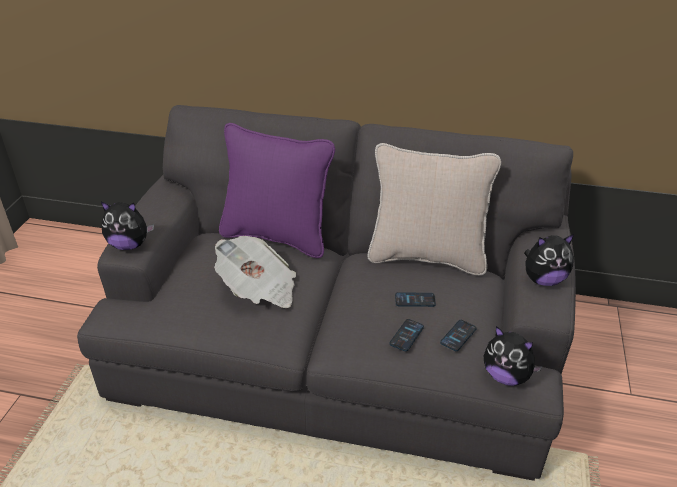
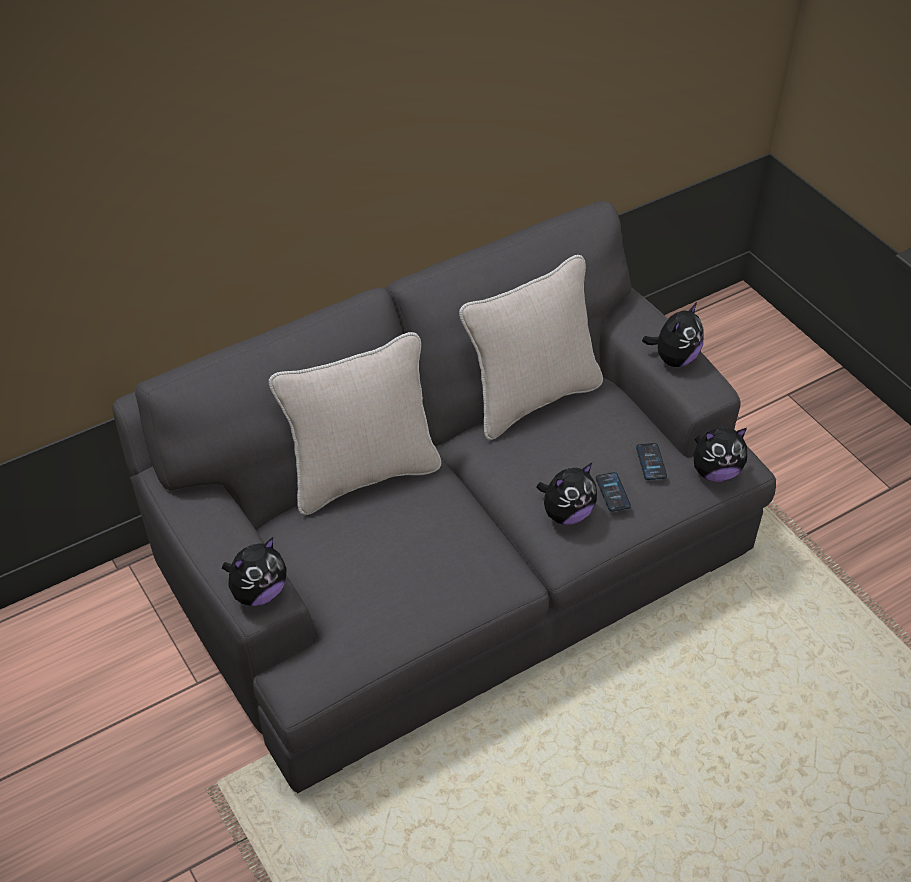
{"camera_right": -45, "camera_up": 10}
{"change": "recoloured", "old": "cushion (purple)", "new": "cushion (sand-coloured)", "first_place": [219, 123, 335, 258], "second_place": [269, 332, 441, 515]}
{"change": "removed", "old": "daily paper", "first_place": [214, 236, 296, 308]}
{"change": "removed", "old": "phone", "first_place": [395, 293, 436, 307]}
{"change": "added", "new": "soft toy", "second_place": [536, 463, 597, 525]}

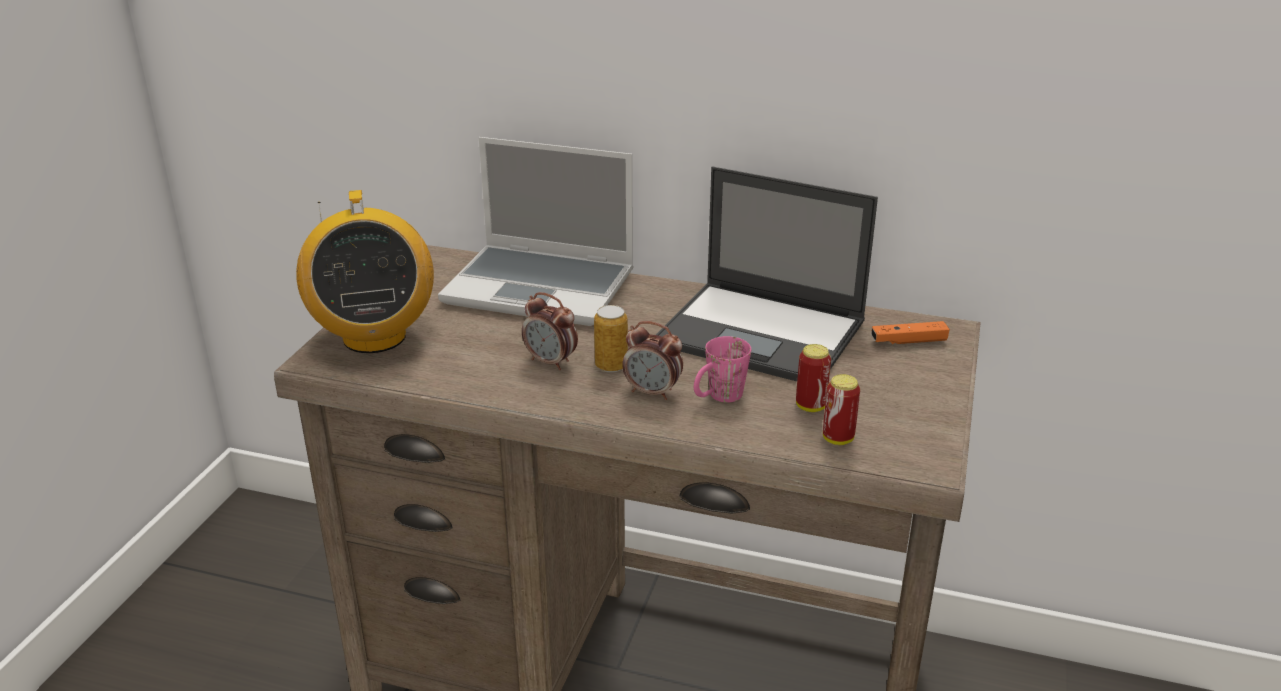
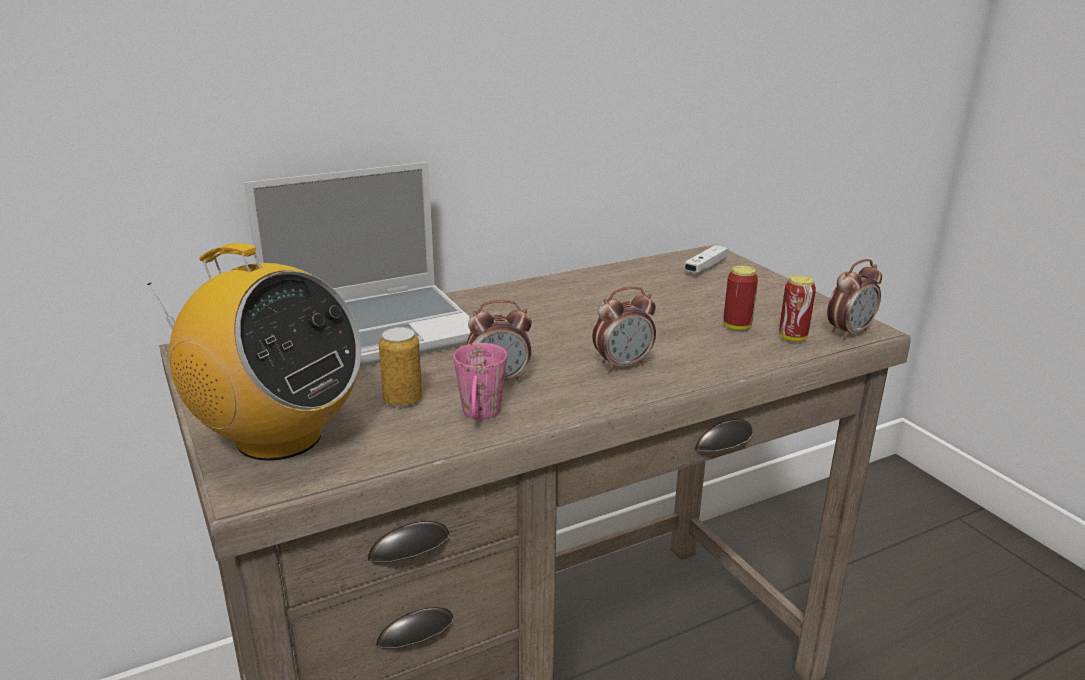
{"camera_right": -45, "camera_up": -5}
{"change": "removed", "old": "laptop", "first_place": [656, 166, 878, 381]}
{"change": "moved", "old": "sealed can", "first_place": [594, 305, 628, 372], "second_place": [379, 327, 422, 407]}
{"change": "recoloured", "old": "joypad (orangey)", "new": "joypad (whitish)", "first_place": [871, 321, 950, 344], "second_place": [684, 245, 728, 273]}
{"change": "moved", "old": "tea mug (pink)", "first_place": [694, 336, 751, 403], "second_place": [453, 343, 507, 420]}
{"change": "added", "new": "alarm clock", "second_place": [827, 259, 882, 339]}

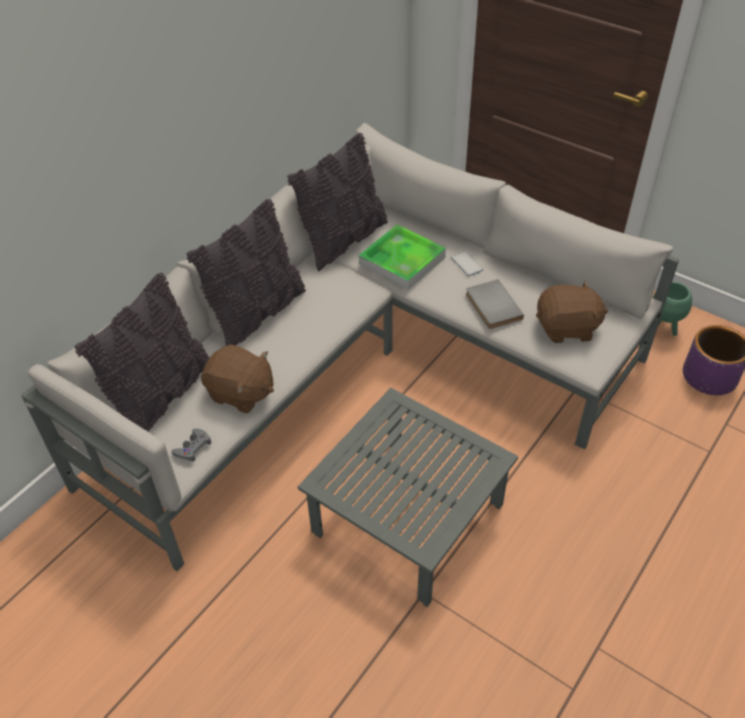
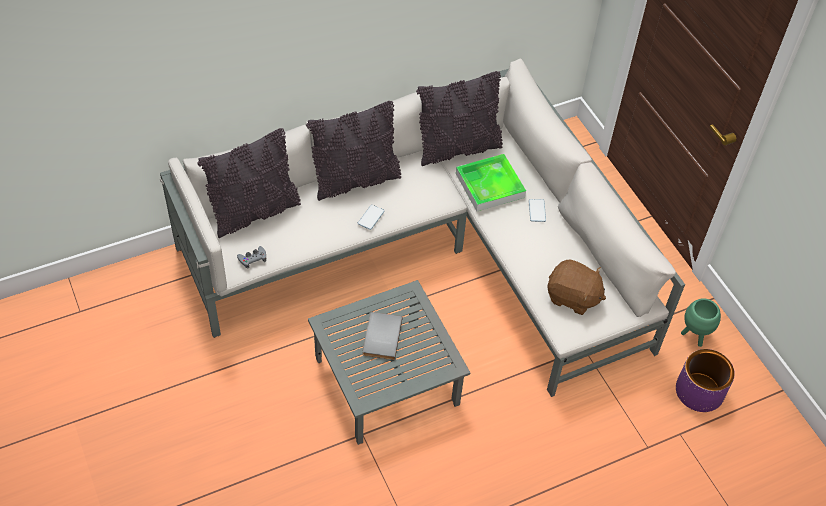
{"camera_right": 25, "camera_up": 5}
{"change": "moved", "old": "volume (grey)", "first_place": [466, 280, 524, 329], "second_place": [363, 312, 402, 360]}
{"change": "removed", "old": "soft toy (brownish)", "first_place": [201, 344, 274, 414]}
{"change": "added", "new": "phone", "second_place": [358, 205, 384, 230]}

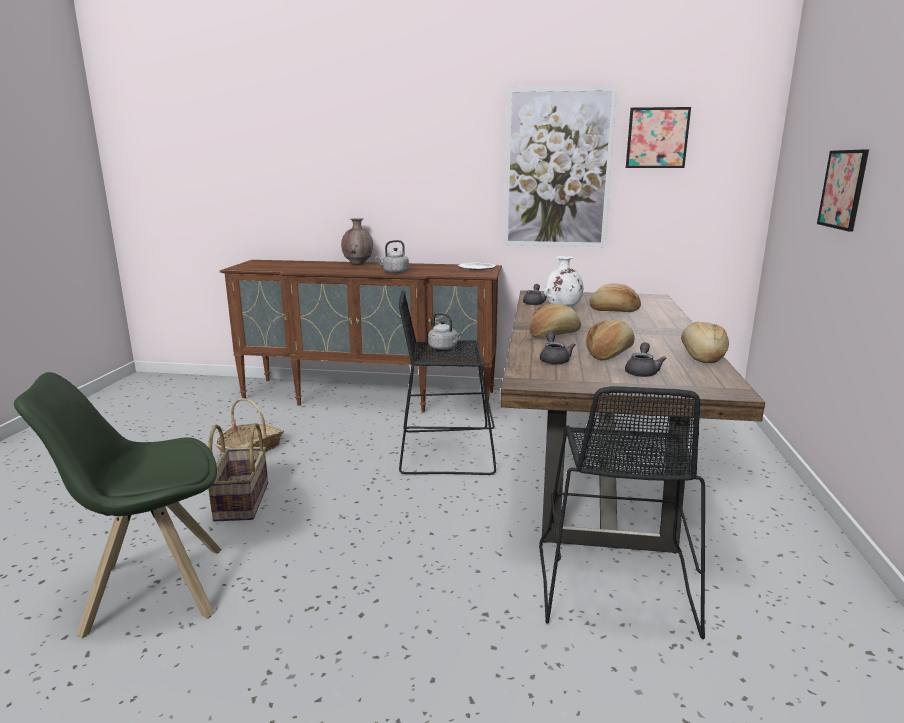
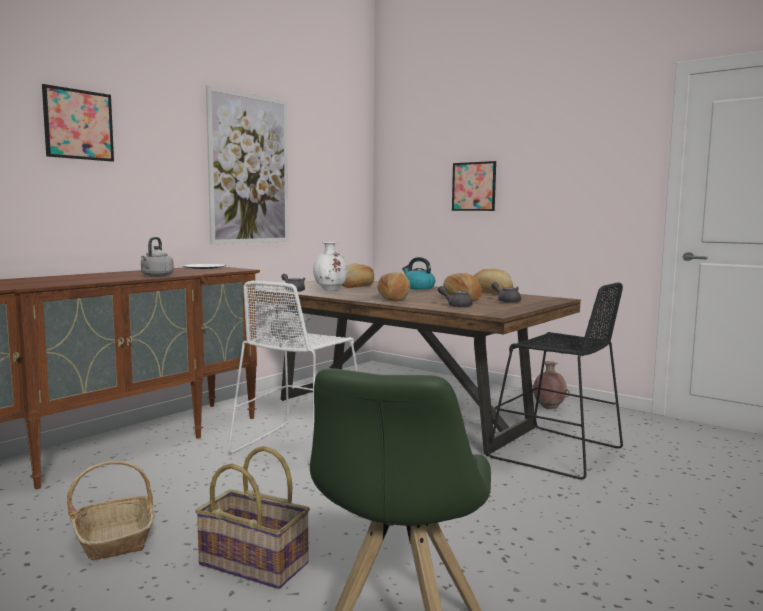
{"camera_right": -60, "camera_up": -10}
{"change": "moved", "old": "wall art", "first_place": [626, 107, 691, 168], "second_place": [42, 84, 114, 162]}
{"change": "moved", "old": "flower vase (brownish)", "first_place": [341, 218, 373, 264], "second_place": [532, 361, 570, 409]}
{"change": "recoloured", "old": "stool seat (black)", "new": "stool seat (whitish)", "first_place": [399, 290, 496, 475], "second_place": [228, 281, 358, 454]}
{"change": "added", "new": "kettle", "second_place": [402, 257, 435, 290]}

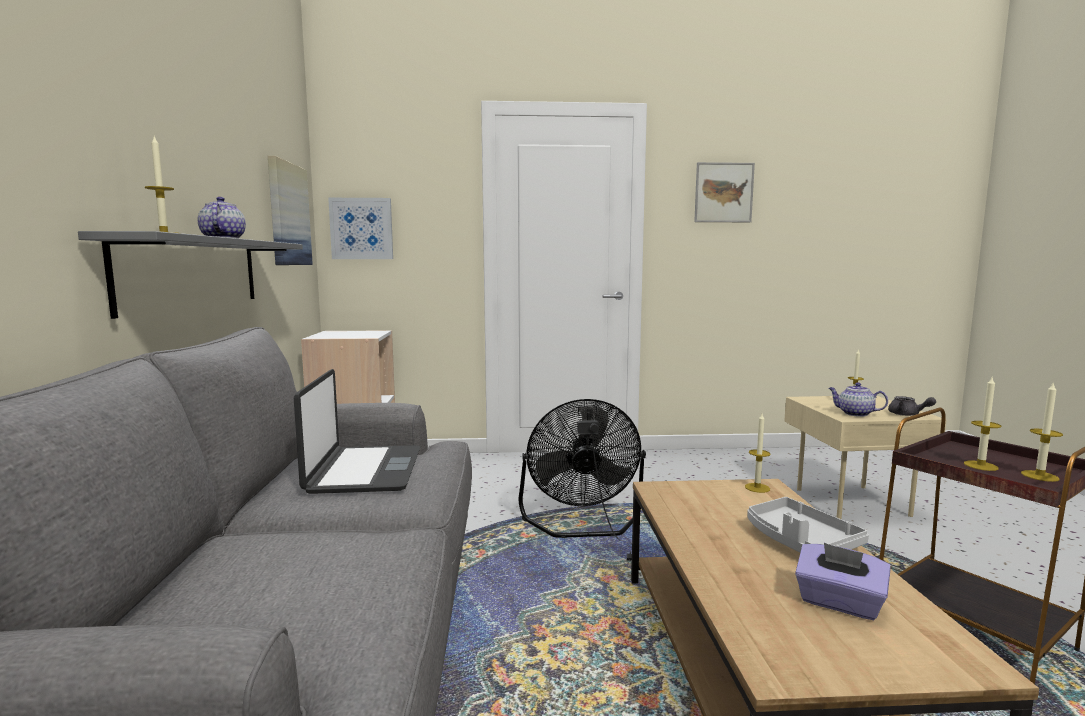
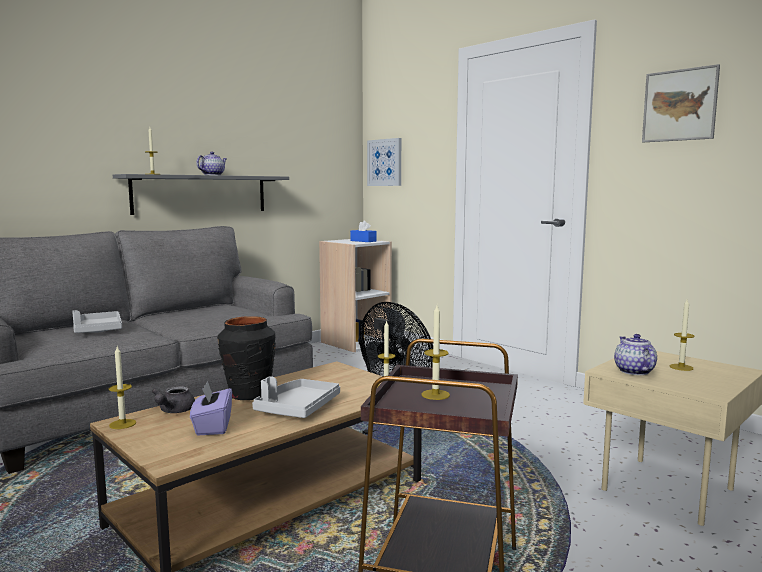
{"camera_right": 50, "camera_up": 0}
{"change": "removed", "old": "wall art", "first_place": [268, 156, 313, 265]}
{"change": "removed", "old": "laptop", "first_place": [294, 369, 420, 494]}
{"change": "moved", "old": "wax light", "first_place": [1021, 382, 1063, 482], "second_place": [109, 347, 136, 429]}
{"change": "moved", "old": "pot for tea (grey)", "first_place": [888, 396, 936, 416], "second_place": [152, 386, 195, 413]}
{"change": "added", "new": "box of tissues (blue)", "second_place": [350, 221, 376, 242]}
{"change": "added", "new": "carrying tray (grey)", "second_place": [73, 310, 122, 333]}
{"change": "added", "new": "flower vase (black)", "second_place": [217, 316, 276, 400]}

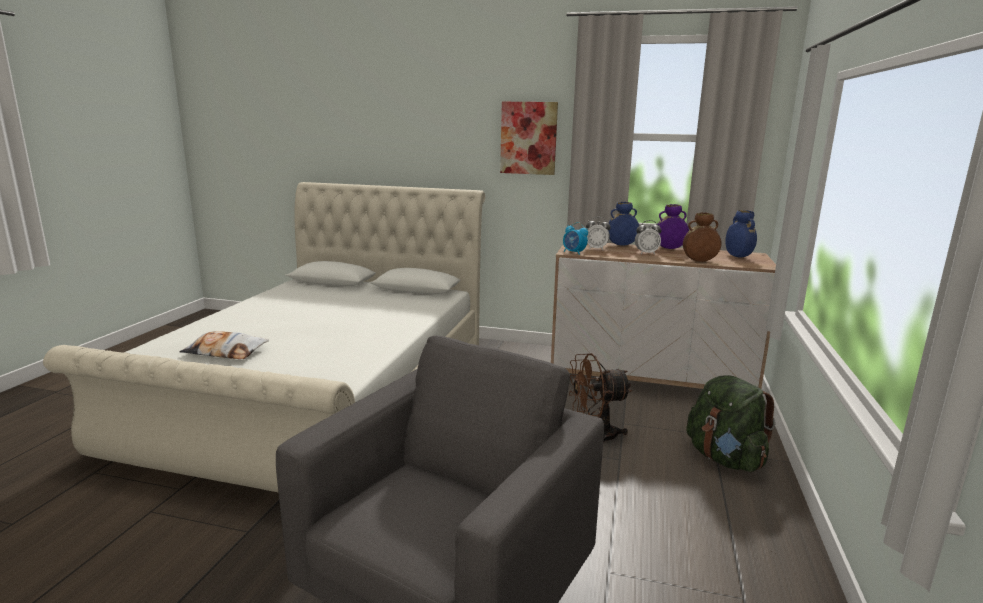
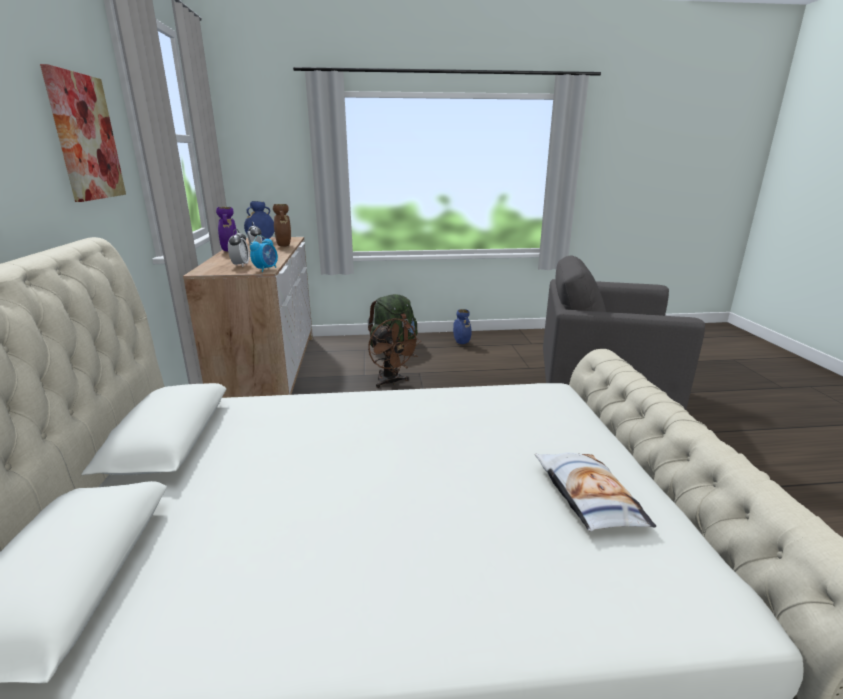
{"camera_right": -110, "camera_up": 5}
{"change": "moved", "old": "flower vase (blue)", "first_place": [608, 202, 639, 246], "second_place": [453, 309, 472, 344]}

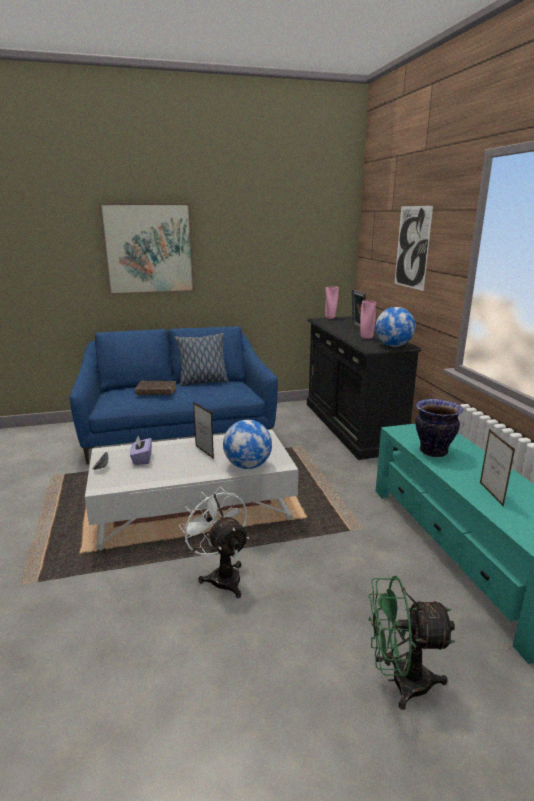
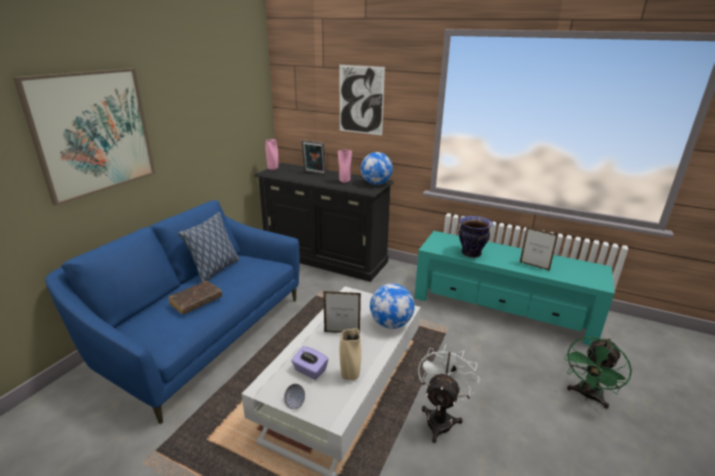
{"camera_right": -50, "camera_up": 5}
{"change": "turned", "old": "electric fan (whitish)", "first_place": [179, 487, 249, 598], "second_place": [418, 344, 480, 443], "degrees": 105}
{"change": "added", "new": "flower vase (sand-coloured)", "second_place": [340, 328, 361, 380]}

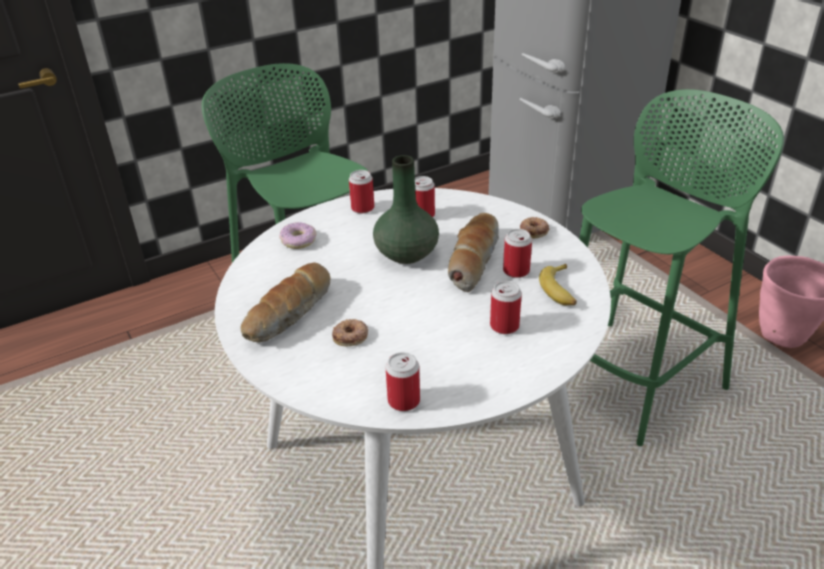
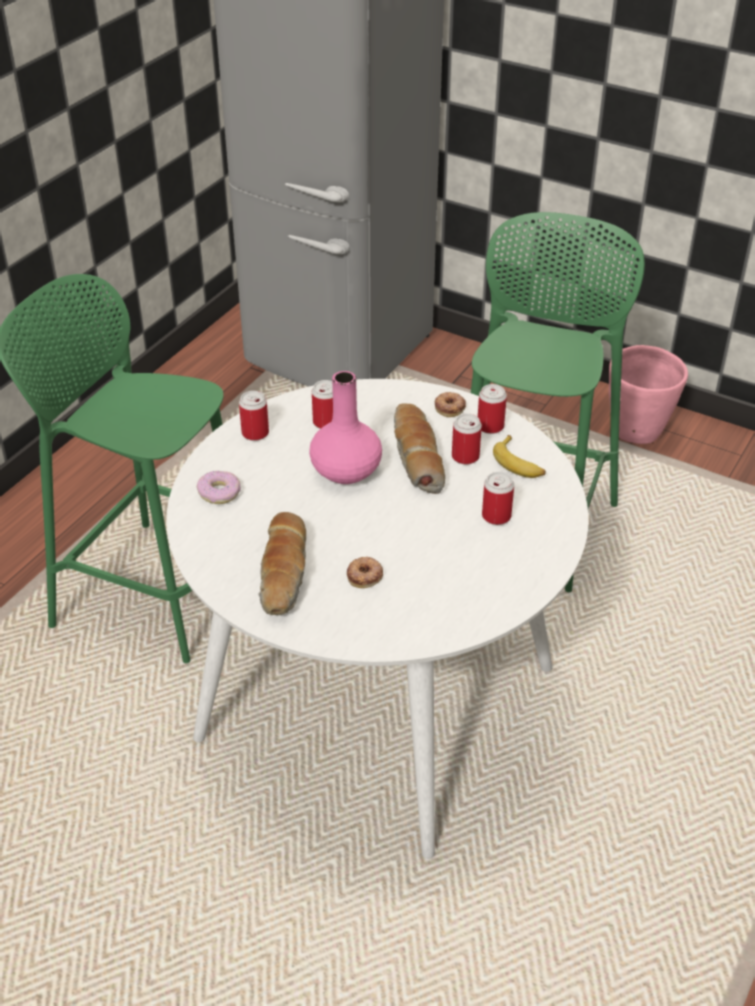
{"camera_right": -30, "camera_up": 5}
{"change": "recoloured", "old": "flower vase (green-coloured)", "new": "flower vase (pink)", "first_place": [373, 155, 439, 264], "second_place": [309, 371, 382, 484]}
{"change": "moved", "old": "sealed can", "first_place": [386, 352, 420, 411], "second_place": [478, 384, 507, 434]}

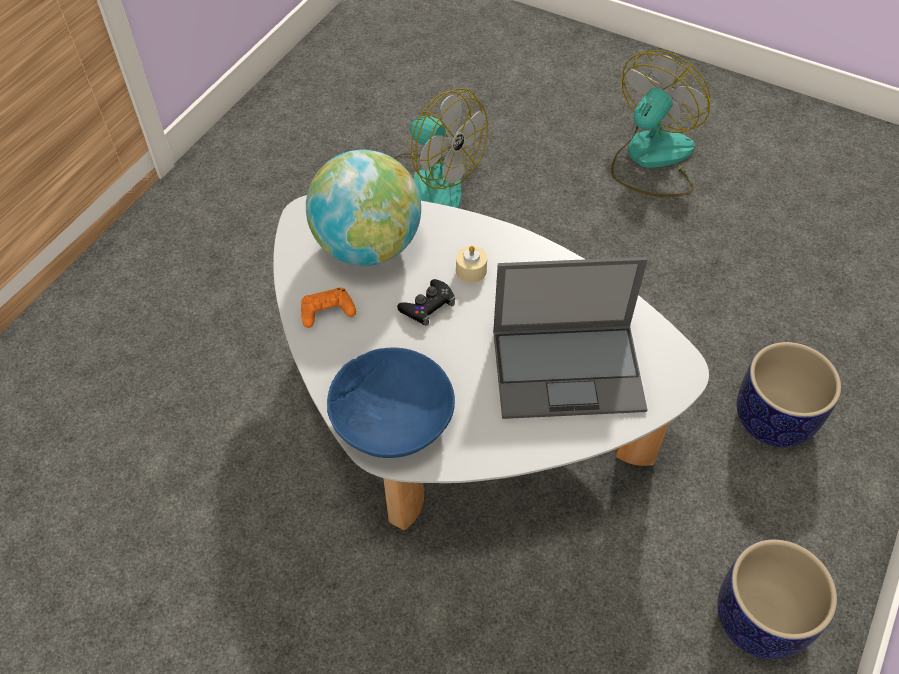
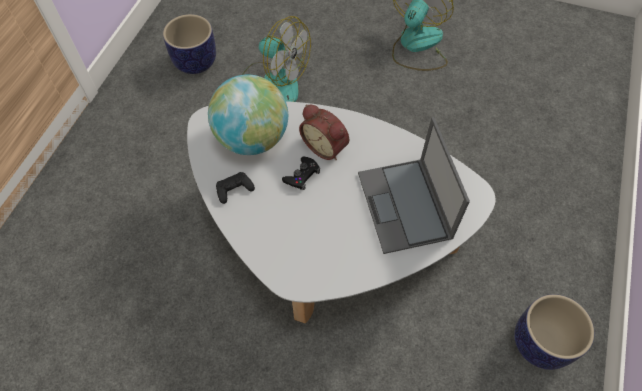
{"camera_right": -10, "camera_up": 5}
{"change": "replaced", "old": "wax light (sand-coloured)", "new": "alarm clock", "first_place": [456, 246, 487, 283], "second_place": [299, 104, 349, 160]}
{"change": "turned", "old": "laptop", "first_place": [493, 257, 647, 419], "second_place": [358, 117, 470, 254], "degrees": 90}
{"change": "recoloured", "old": "joypad (orangey)", "new": "joypad (black)", "first_place": [301, 288, 356, 328], "second_place": [216, 172, 255, 204]}
{"change": "moved", "old": "planter", "first_place": [737, 342, 842, 447], "second_place": [163, 14, 216, 74]}
{"change": "removed", "old": "deep dish (blue)", "first_place": [327, 347, 455, 458]}

